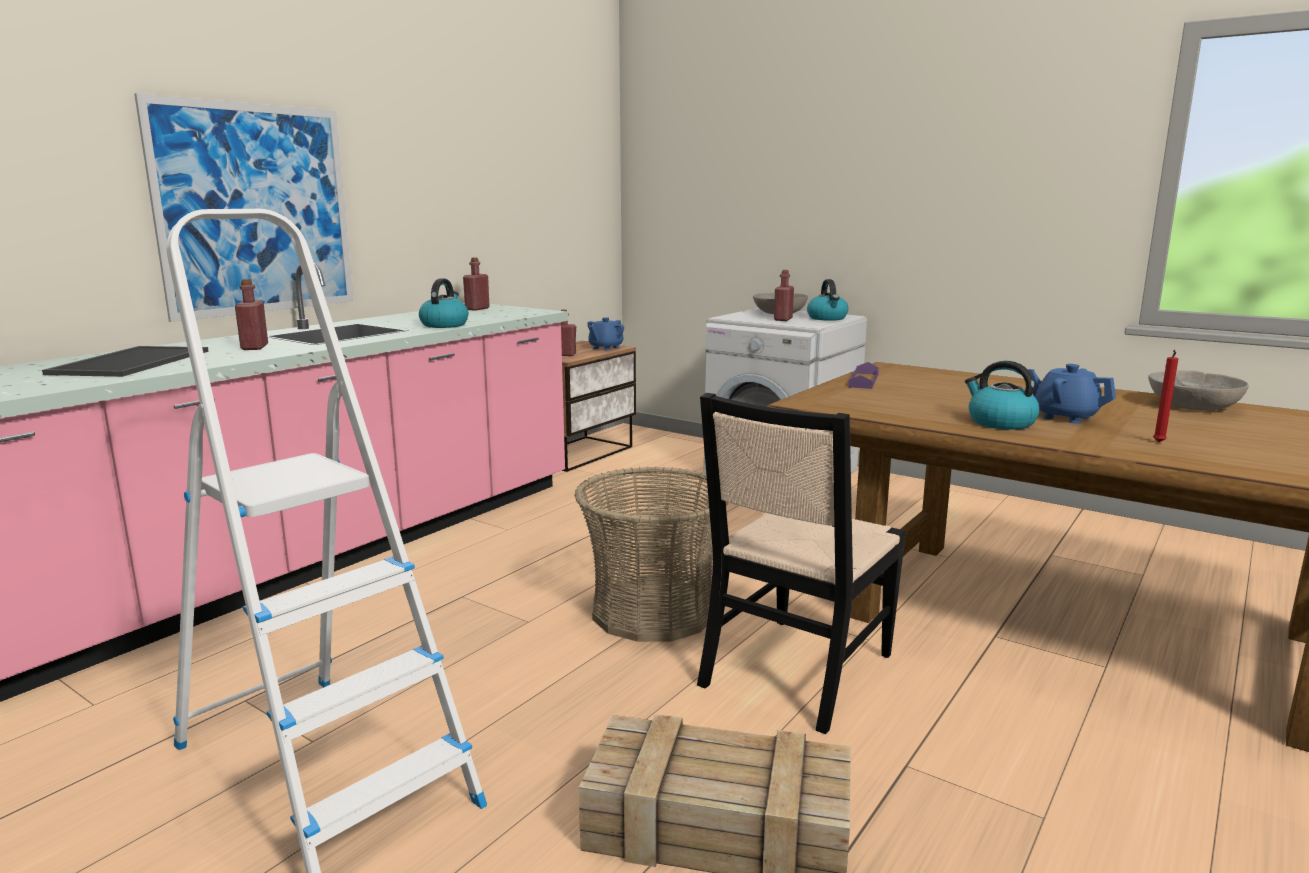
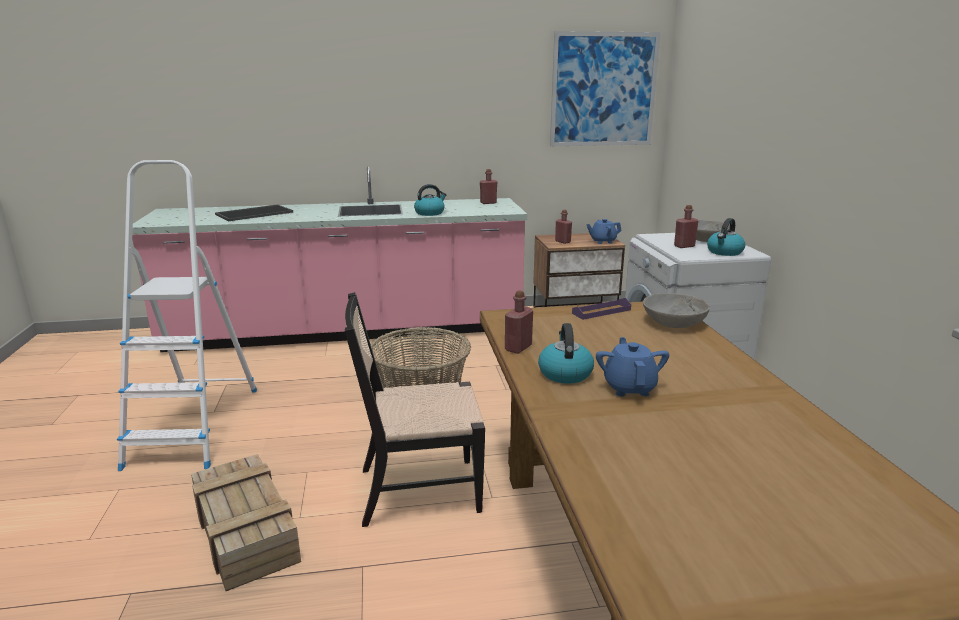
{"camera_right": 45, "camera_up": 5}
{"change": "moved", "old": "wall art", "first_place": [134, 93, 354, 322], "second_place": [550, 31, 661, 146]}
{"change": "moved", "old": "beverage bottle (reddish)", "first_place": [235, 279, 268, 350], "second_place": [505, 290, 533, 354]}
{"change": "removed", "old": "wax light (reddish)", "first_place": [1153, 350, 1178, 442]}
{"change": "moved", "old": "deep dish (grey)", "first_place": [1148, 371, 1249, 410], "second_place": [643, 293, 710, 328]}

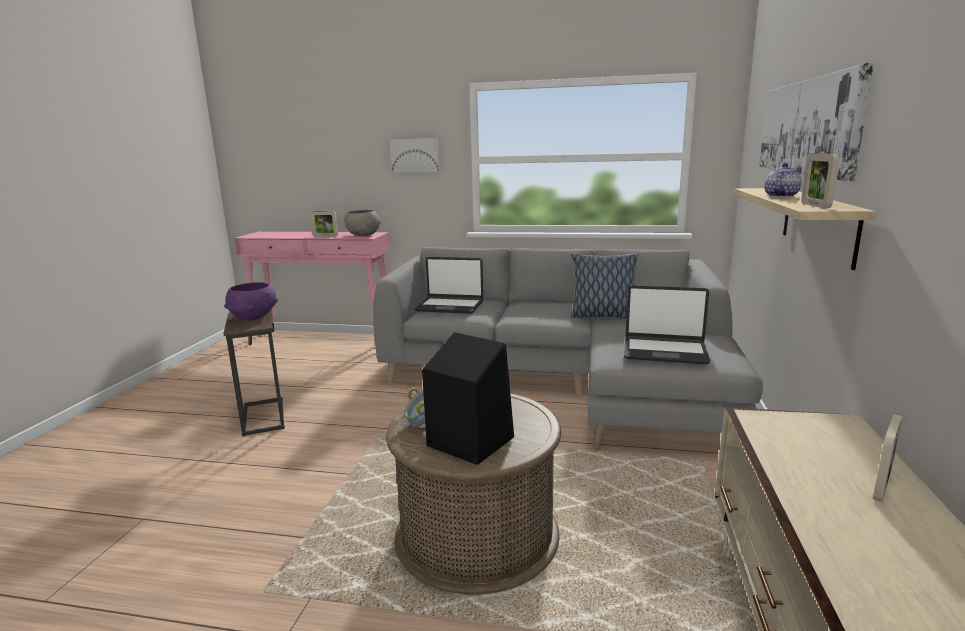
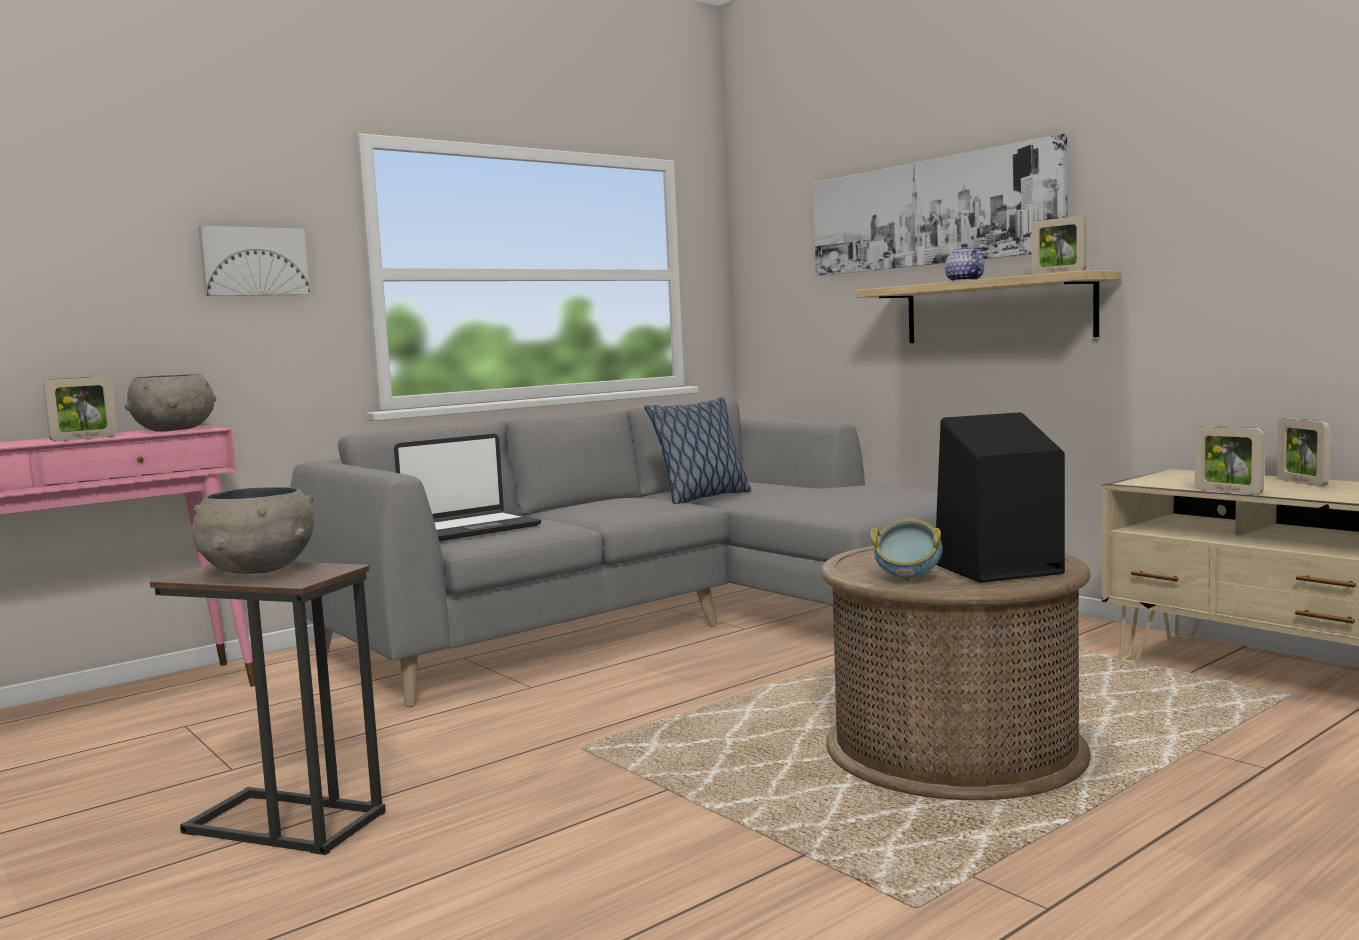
{"camera_right": -50, "camera_up": -10}
{"change": "recoloured", "old": "deep dish (purple)", "new": "deep dish (grey)", "first_place": [224, 282, 278, 320], "second_place": [192, 487, 314, 574]}
{"change": "removed", "old": "laptop", "first_place": [624, 285, 710, 365]}
{"change": "added", "new": "photo frame", "second_place": [1195, 426, 1265, 495]}

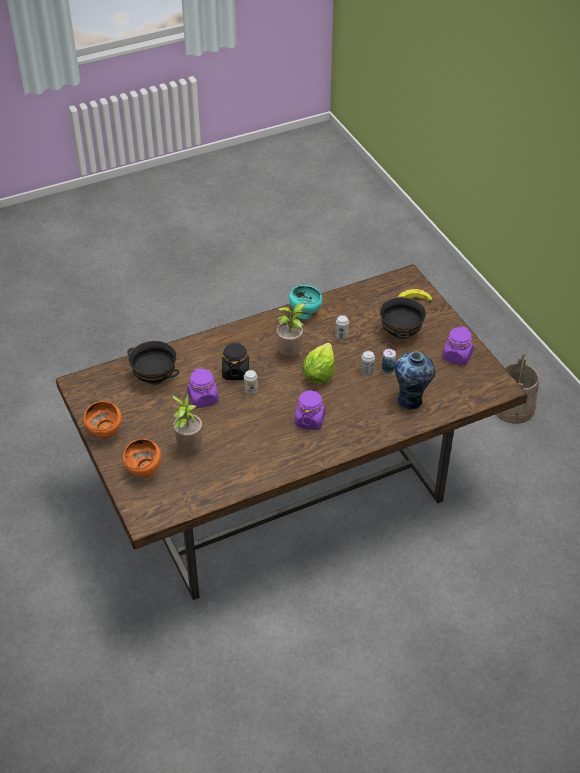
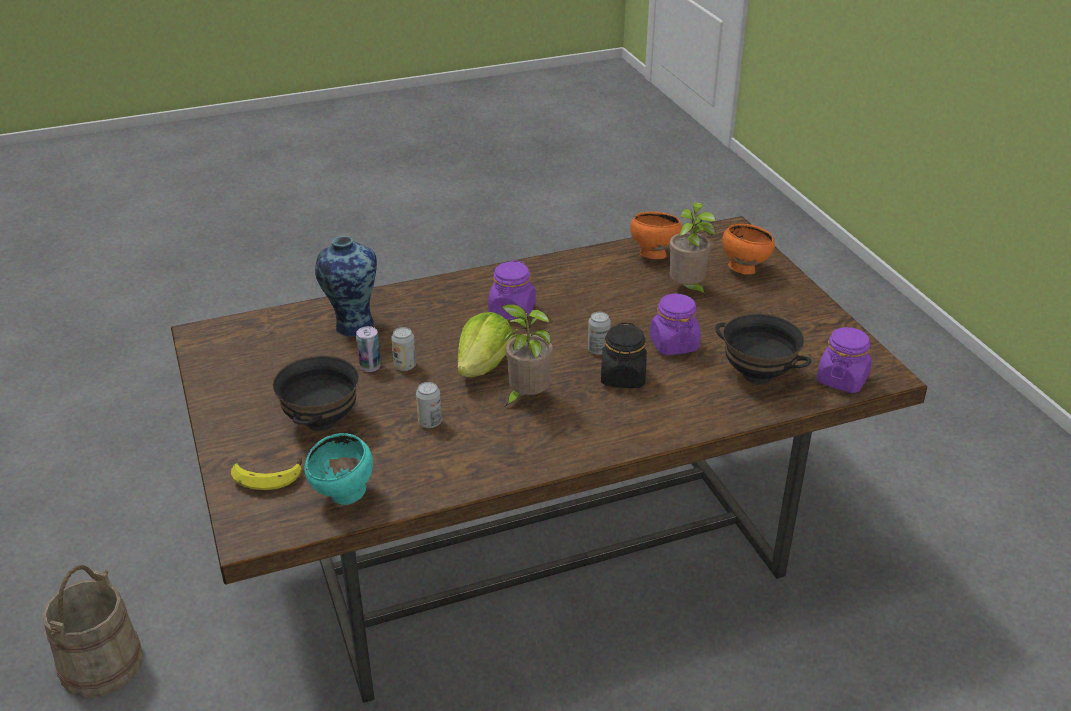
{"camera_right": -175, "camera_up": -10}
{"change": "moved", "old": "deep dish (turquoise-coloured)", "first_place": [289, 285, 322, 319], "second_place": [304, 433, 373, 505]}
{"change": "moved", "old": "storage jar (purple)", "first_place": [442, 326, 474, 366], "second_place": [817, 327, 872, 393]}
{"change": "moved", "old": "deep dish (orangey)", "first_place": [84, 401, 122, 439], "second_place": [630, 211, 682, 259]}

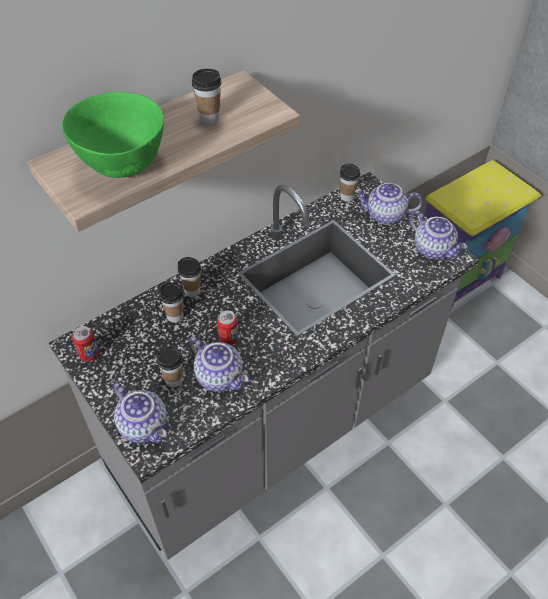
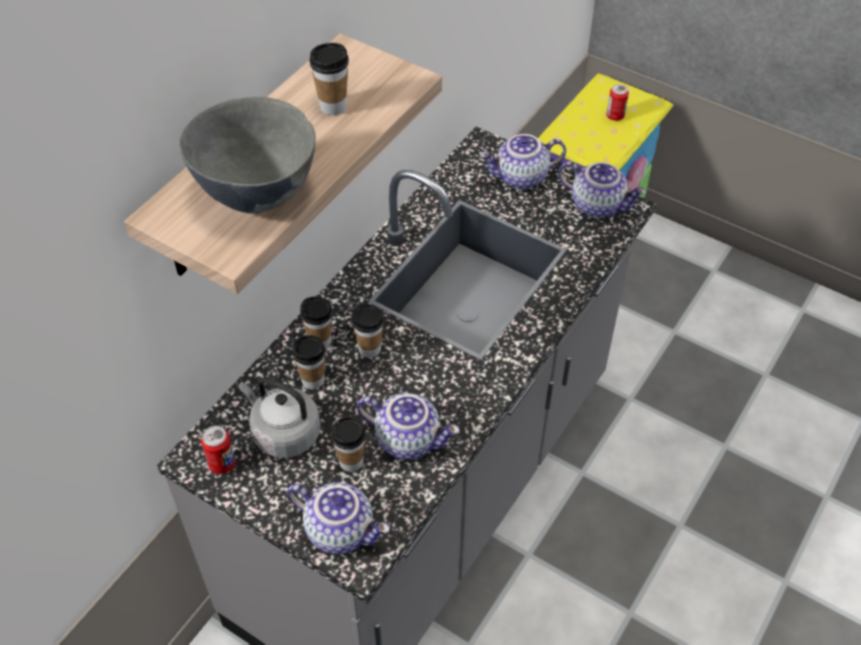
{"camera_right": -20, "camera_up": 0}
{"change": "recoloured", "old": "deep dish (green-coloured)", "new": "deep dish (grey)", "first_place": [62, 92, 164, 178], "second_place": [179, 97, 315, 214]}
{"change": "moved", "old": "cup", "first_place": [340, 163, 360, 202], "second_place": [352, 304, 384, 358]}
{"change": "moved", "old": "sealed can", "first_place": [217, 311, 238, 345], "second_place": [606, 84, 629, 121]}
{"change": "added", "new": "kettle (grey)", "second_place": [239, 377, 320, 458]}

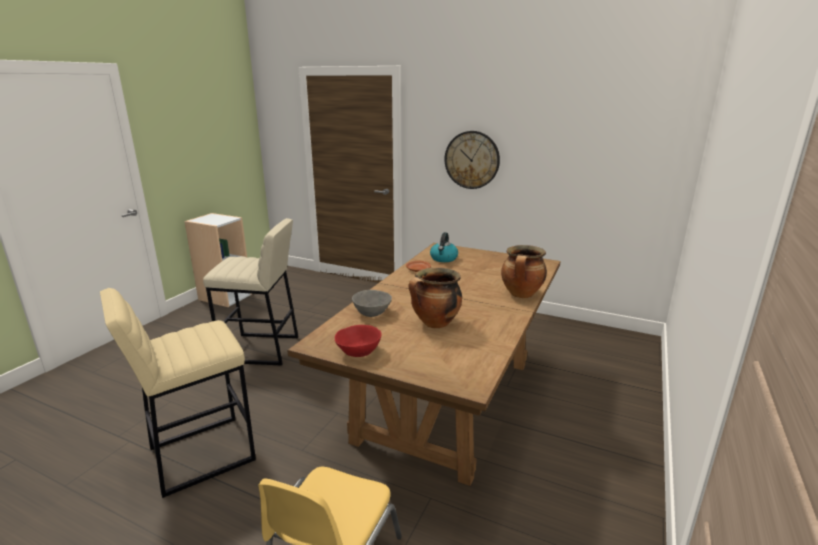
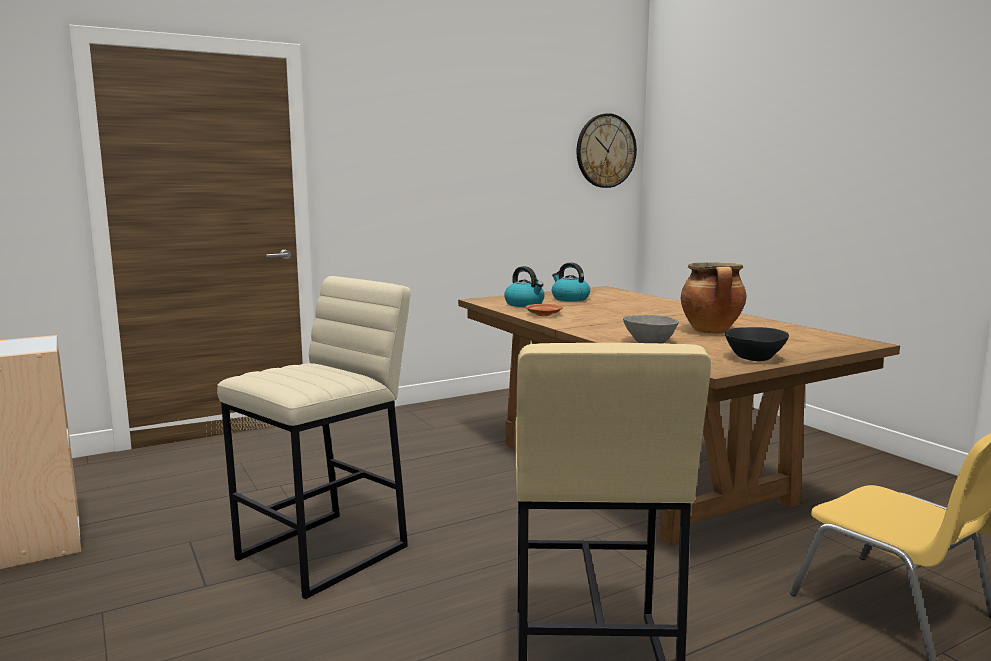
{"camera_right": -55, "camera_up": -10}
{"change": "moved", "old": "hanging clock", "first_place": [445, 131, 500, 189], "second_place": [577, 113, 637, 188]}
{"change": "removed", "old": "saucepot", "first_place": [501, 245, 547, 298]}
{"change": "recoloured", "old": "deep dish (reddish)", "new": "deep dish (black)", "first_place": [335, 325, 382, 357], "second_place": [725, 327, 789, 361]}
{"change": "added", "new": "kettle", "second_place": [552, 263, 590, 302]}

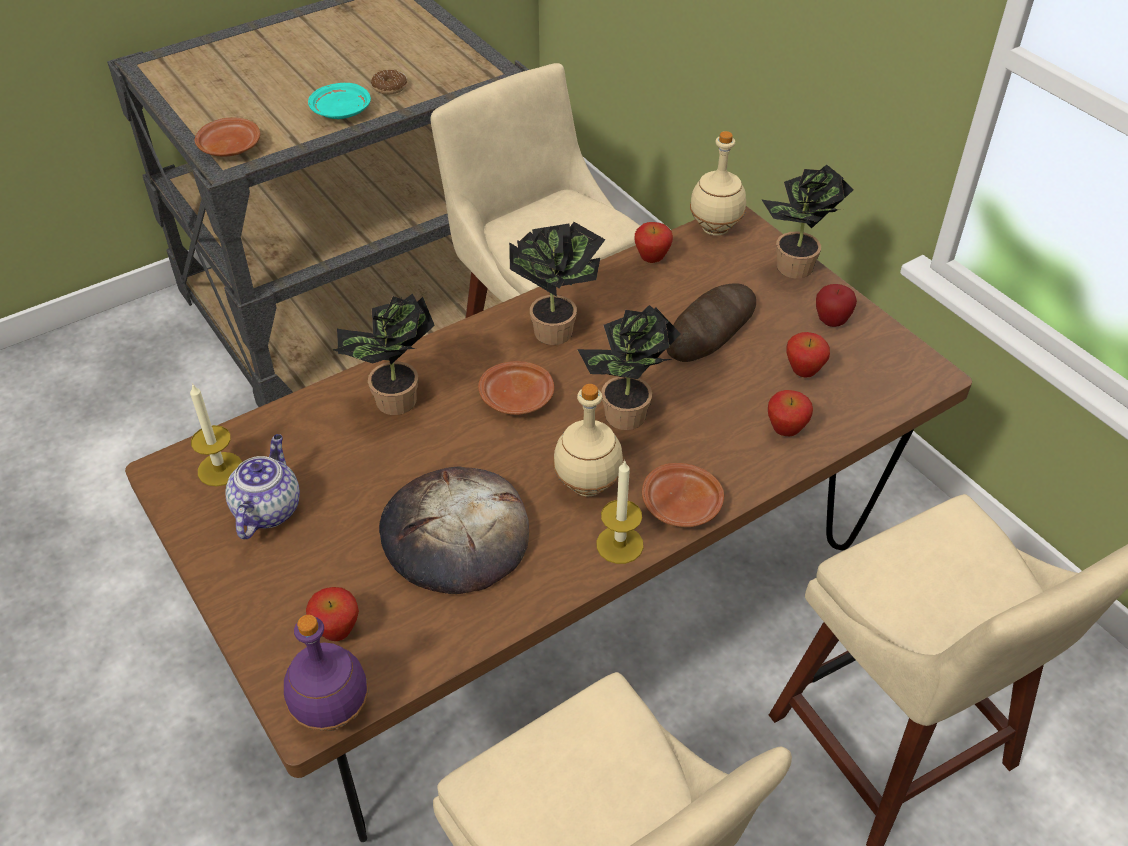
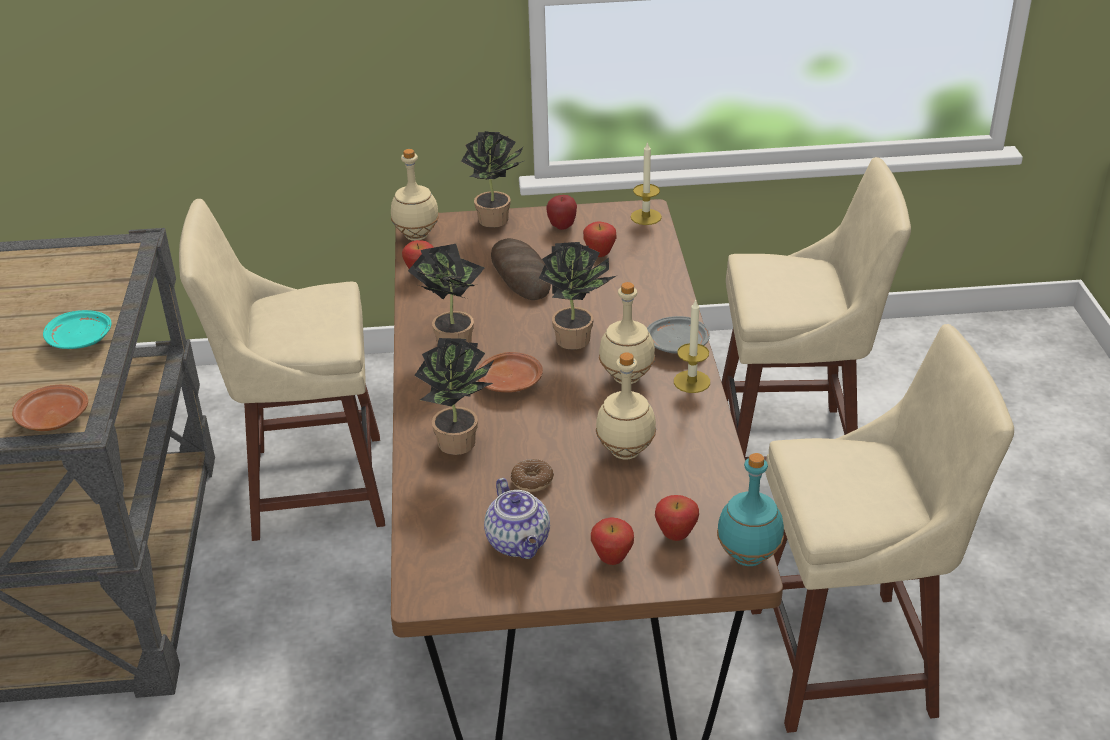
{"camera_right": -60, "camera_up": -10}
{"change": "moved", "old": "ring doughnut", "first_place": [371, 70, 407, 94], "second_place": [511, 459, 554, 492]}
{"change": "moved", "old": "wax light", "first_place": [190, 383, 242, 486], "second_place": [630, 141, 662, 225]}
{"change": "moved", "old": "apple", "first_place": [768, 390, 813, 436], "second_place": [591, 517, 634, 565]}
{"change": "turned", "old": "pot for tea", "first_place": [225, 434, 300, 540], "second_place": [484, 478, 550, 559], "degrees": -150}
{"change": "recoloured", "old": "flat dish (brownish)", "new": "flat dish (grey)", "first_place": [642, 463, 724, 527], "second_place": [647, 316, 710, 354]}
{"change": "replaced", "old": "bread", "new": "beverage bottle (sand-coloured)", "first_place": [379, 466, 529, 594], "second_place": [596, 352, 656, 460]}
{"change": "recoloured", "old": "beverage bottle (purple)", "new": "beverage bottle (turquoise-coloured)", "first_place": [284, 615, 369, 731], "second_place": [717, 453, 784, 566]}

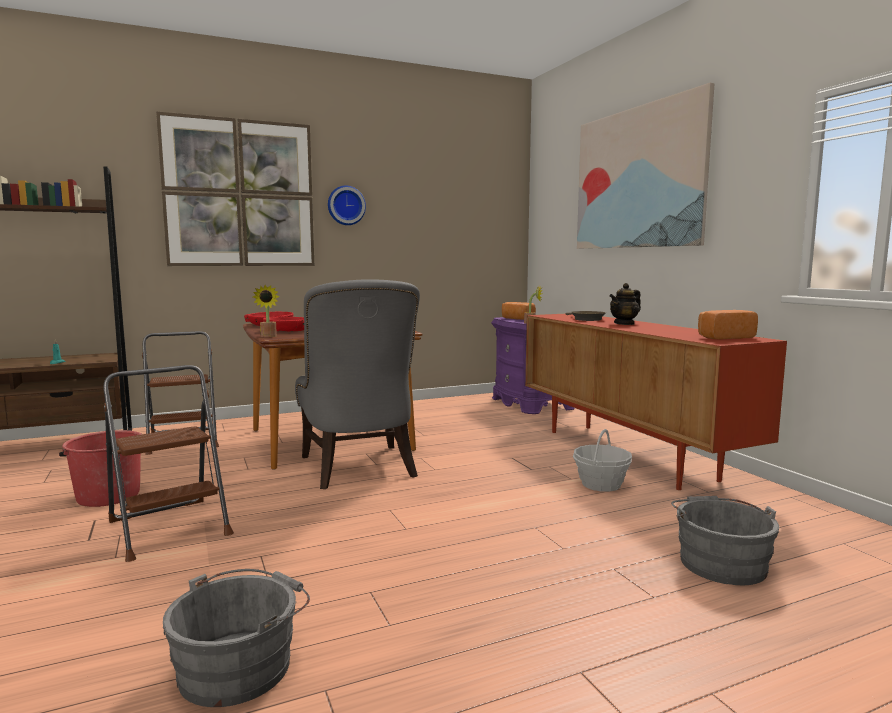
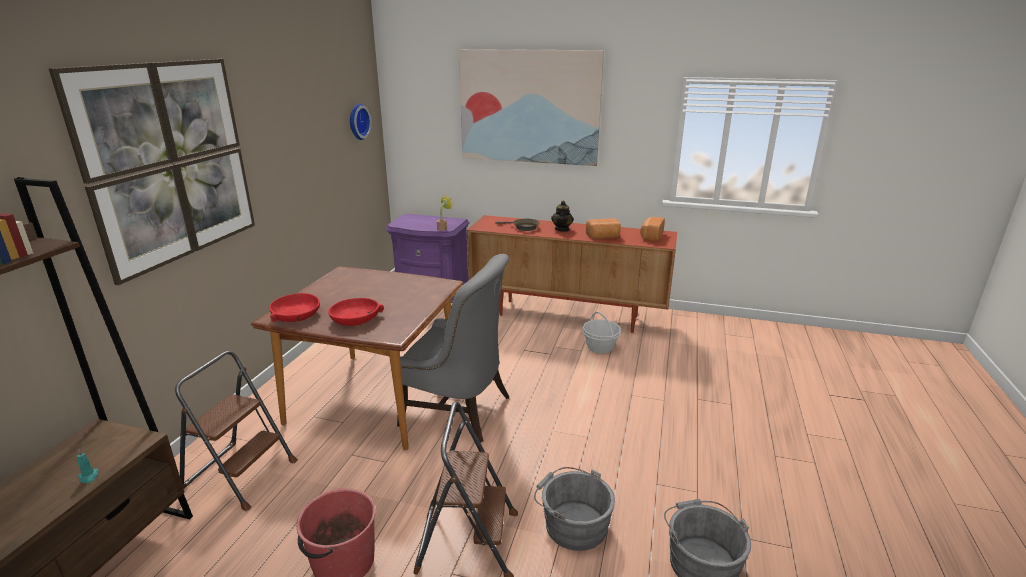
{"camera_right": -50, "camera_up": 15}
{"change": "moved", "old": "hanging clock", "first_place": [328, 186, 366, 225], "second_place": [350, 104, 372, 140]}
{"change": "removed", "old": "plant in a pot", "first_place": [253, 285, 280, 337]}
{"change": "moved", "old": "bread", "first_place": [502, 302, 536, 320], "second_place": [586, 218, 621, 239]}
{"change": "moved", "old": "water bucket (grey)", "first_place": [671, 496, 779, 585], "second_place": [534, 467, 615, 551]}

